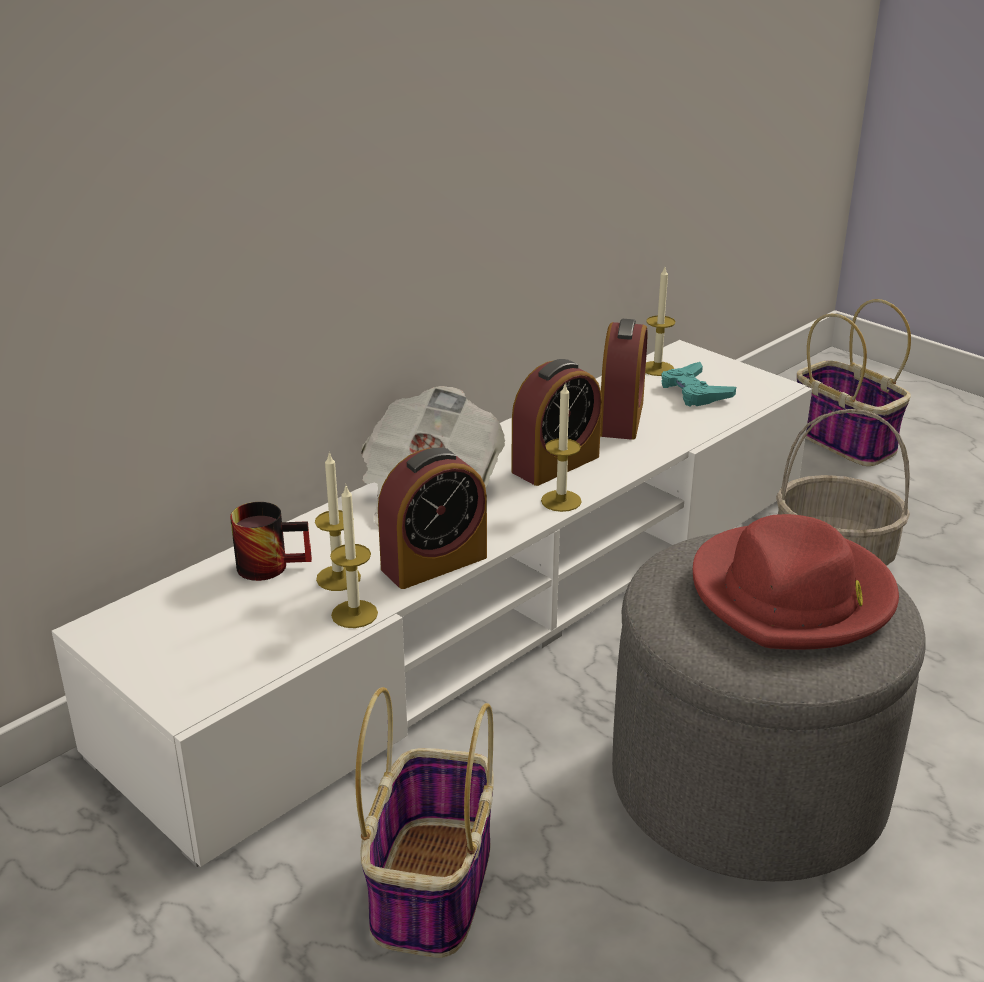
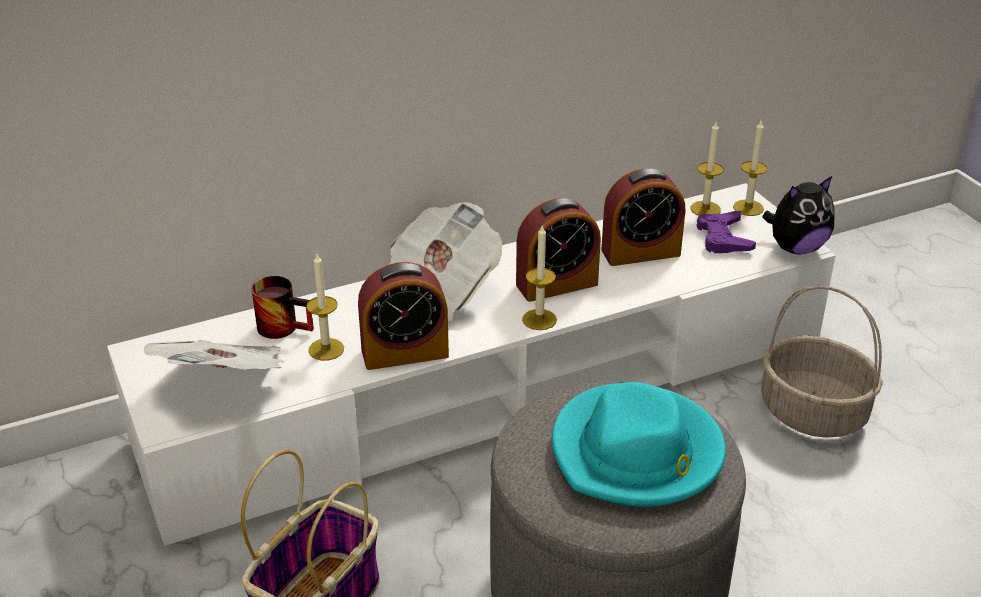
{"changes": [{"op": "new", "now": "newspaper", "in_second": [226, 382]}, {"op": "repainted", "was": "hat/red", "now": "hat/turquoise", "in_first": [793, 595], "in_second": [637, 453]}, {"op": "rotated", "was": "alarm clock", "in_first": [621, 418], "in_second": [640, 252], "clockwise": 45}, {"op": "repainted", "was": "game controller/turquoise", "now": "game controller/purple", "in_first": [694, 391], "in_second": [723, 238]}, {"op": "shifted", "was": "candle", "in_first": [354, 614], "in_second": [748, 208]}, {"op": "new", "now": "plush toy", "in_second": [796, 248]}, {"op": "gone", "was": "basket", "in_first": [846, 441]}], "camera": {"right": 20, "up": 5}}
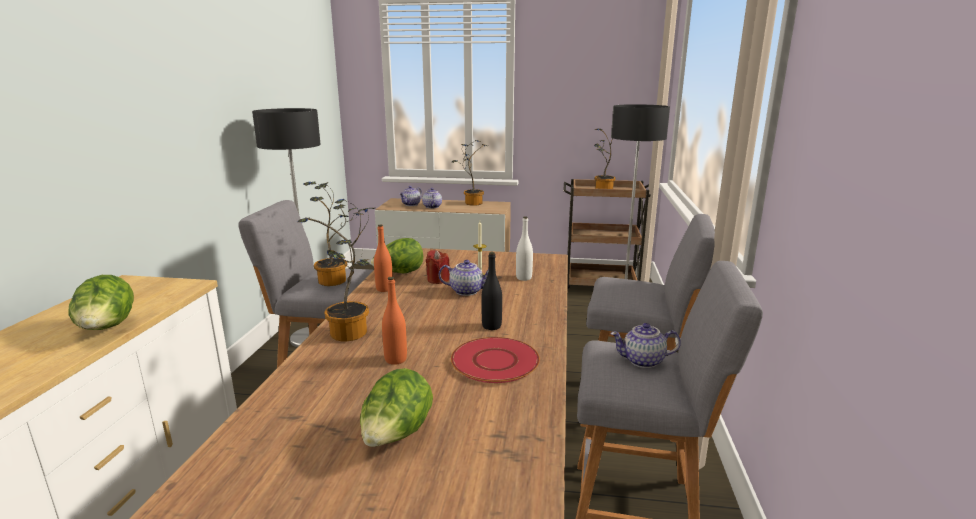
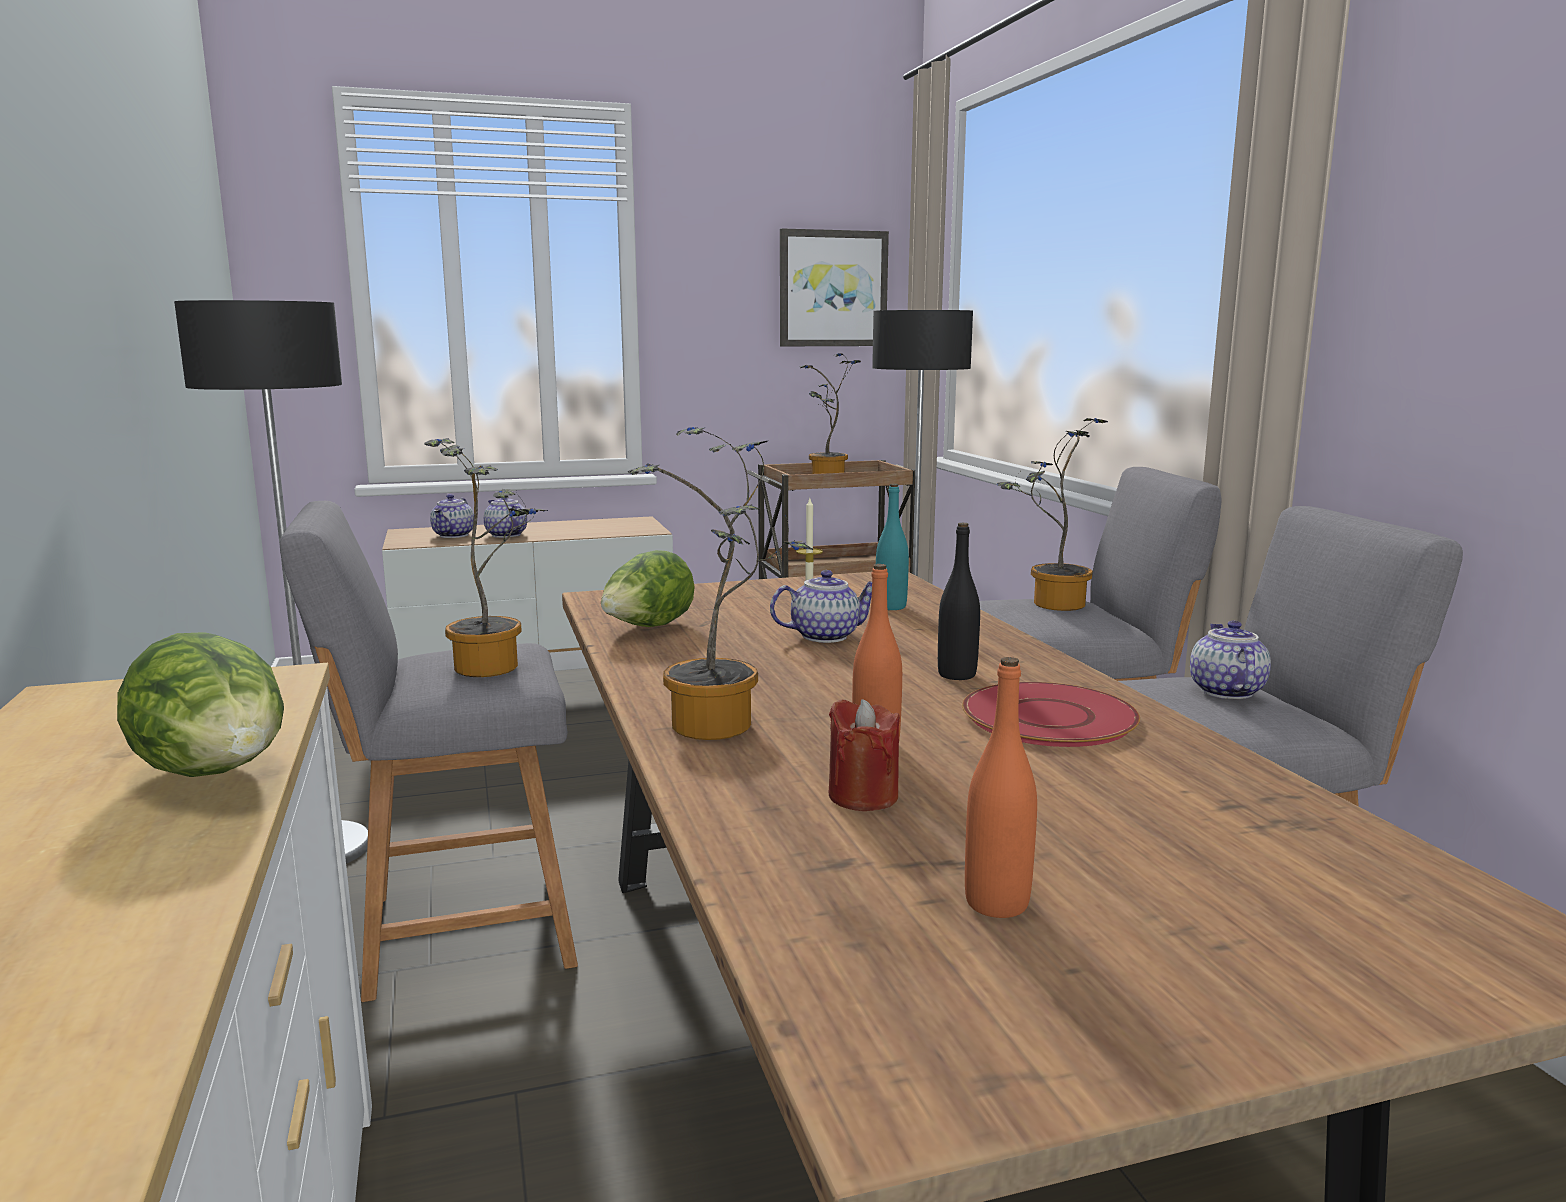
{"changes": [{"op": "new", "now": "picture", "in_second": [833, 289]}, {"op": "shifted", "was": "candle/red", "in_first": [438, 280], "in_second": [863, 796]}, {"op": "repainted", "was": "bottle/white", "now": "bottle/turquoise", "in_first": [524, 278], "in_second": [891, 607]}, {"op": "shifted", "was": "bottle/orange", "in_first": [384, 289], "in_second": [996, 903]}, {"op": "shifted", "was": "potted plant", "in_first": [471, 203], "in_second": [1050, 604]}, {"op": "rotated", "was": "teapot", "in_first": [643, 361], "in_second": [1224, 691], "clockwise": 120}, {"op": "gone", "was": "lettuce", "in_first": [397, 436]}], "camera": {"right": -25, "up": -5}}
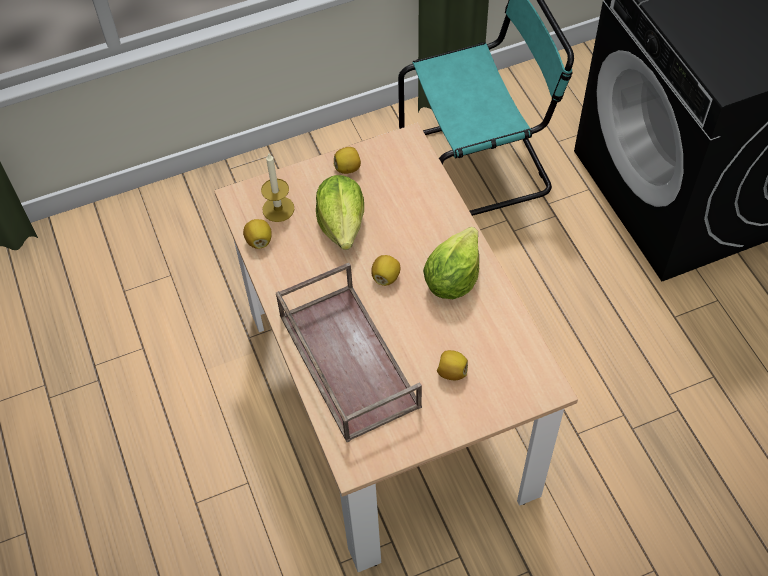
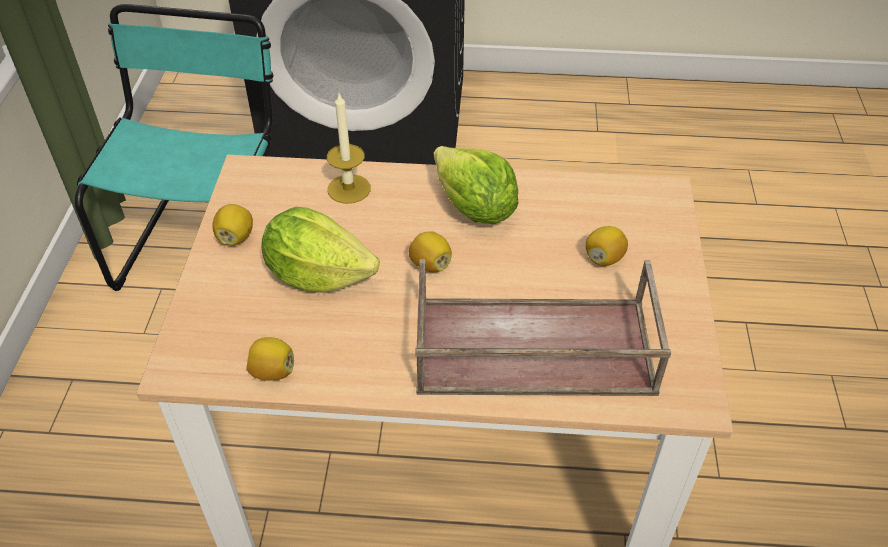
{"changes": [{"op": "shifted", "was": "candle", "in_first": [278, 209], "in_second": [349, 189]}], "camera": {"right": -65, "up": -10}}
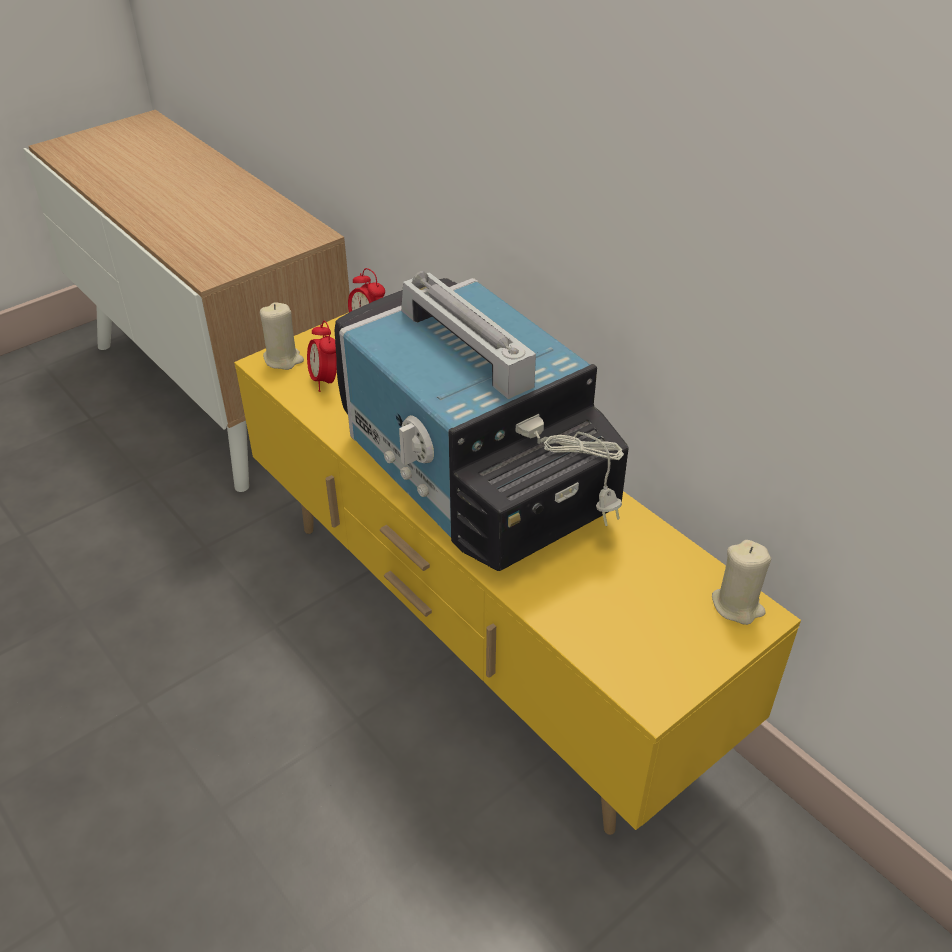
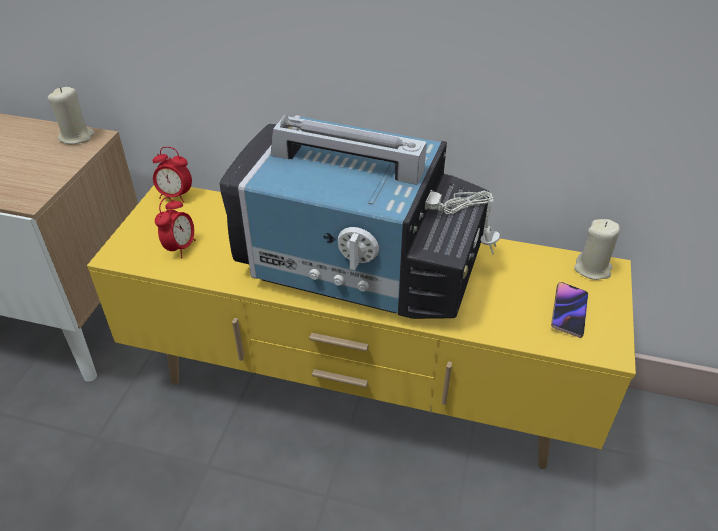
{"changes": [{"op": "shifted", "was": "candle/beige", "in_first": [283, 359], "in_second": [76, 137]}, {"op": "rotated", "was": "alarm clock", "in_first": [325, 381], "in_second": [180, 248], "clockwise": -105}, {"op": "new", "now": "phone", "in_second": [568, 312]}], "camera": {"right": -35, "up": 0}}
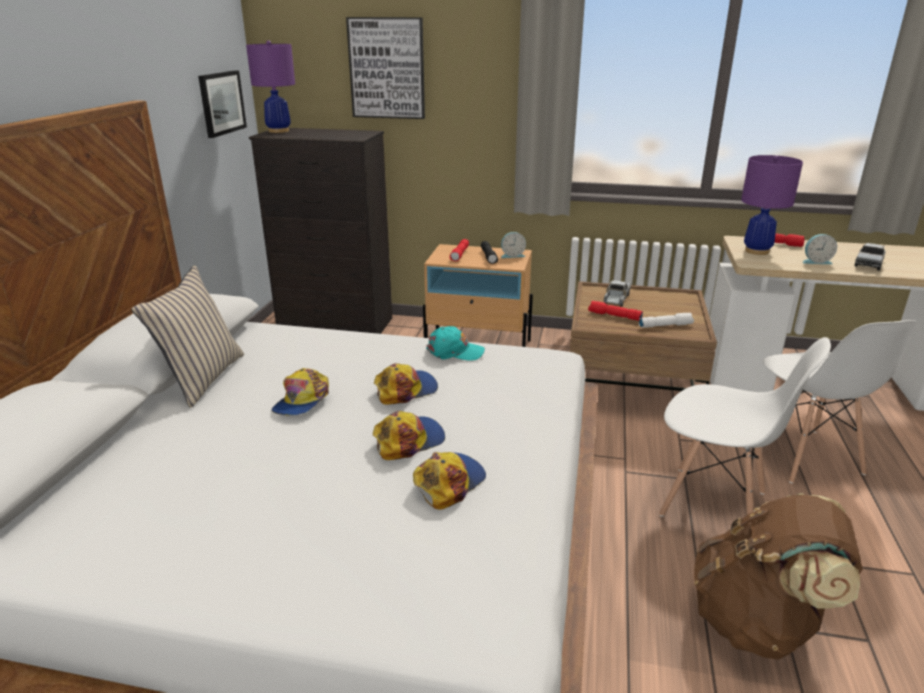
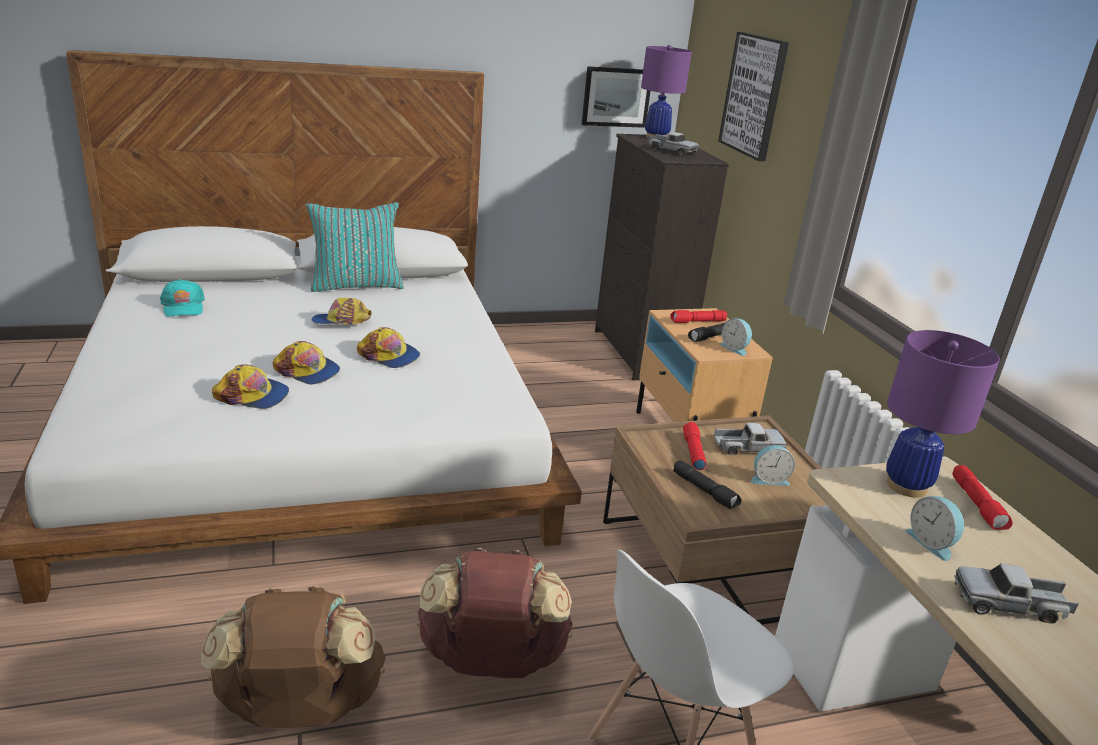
{"changes": [{"op": "shifted", "was": "cap/turquoise", "in_first": [454, 351], "in_second": [183, 307]}, {"op": "repainted", "was": "pillow/beige", "now": "pillow/turquoise", "in_first": [202, 378], "in_second": [356, 285]}, {"op": "swapped", "was": "chair/white", "now": "backpack/brown", "in_first": [714, 505], "in_second": [491, 663]}, {"op": "new", "now": "toy truck", "in_second": [671, 151]}, {"op": "repainted", "was": "flashlight/white", "now": "flashlight/black", "in_first": [665, 325], "in_second": [705, 491]}, {"op": "new", "now": "alarm clock", "in_second": [768, 479]}], "camera": {"right": 60, "up": 0}}
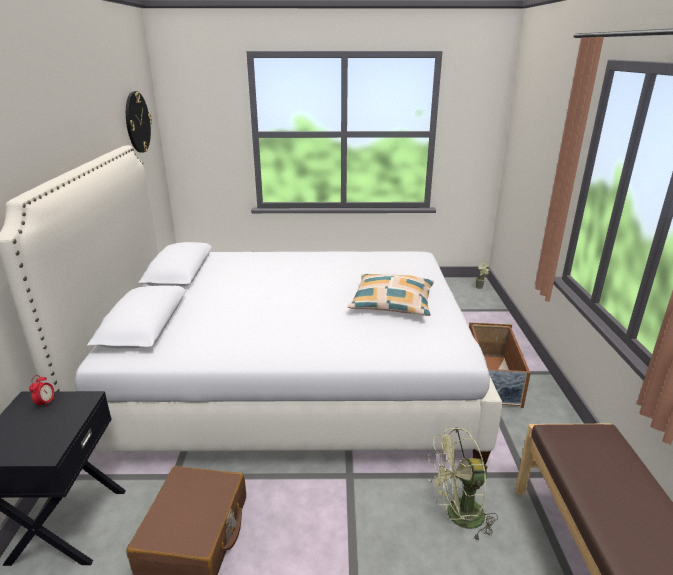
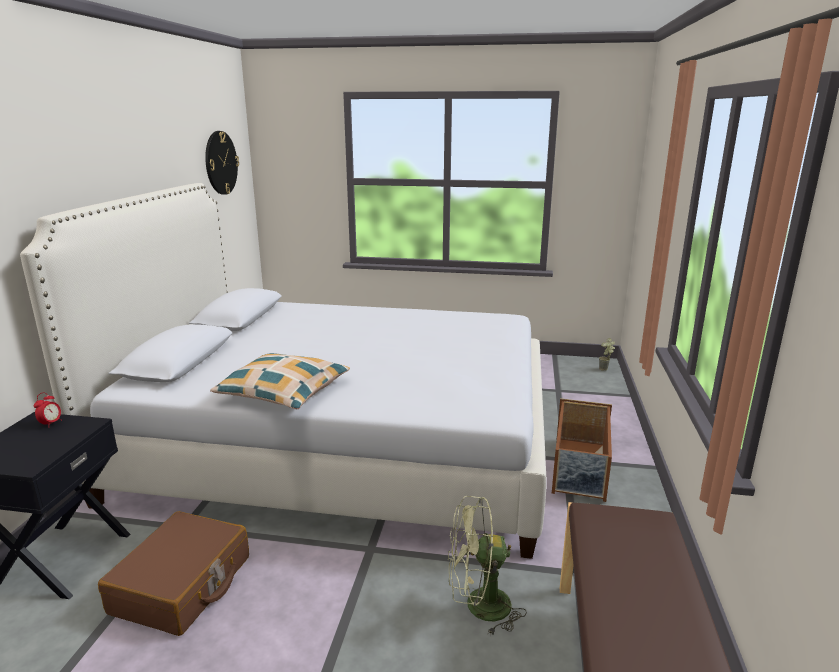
{"changes": [{"op": "shifted", "was": "pillow", "in_first": [392, 303], "in_second": [284, 391]}], "camera": {"right": 10, "up": -5}}
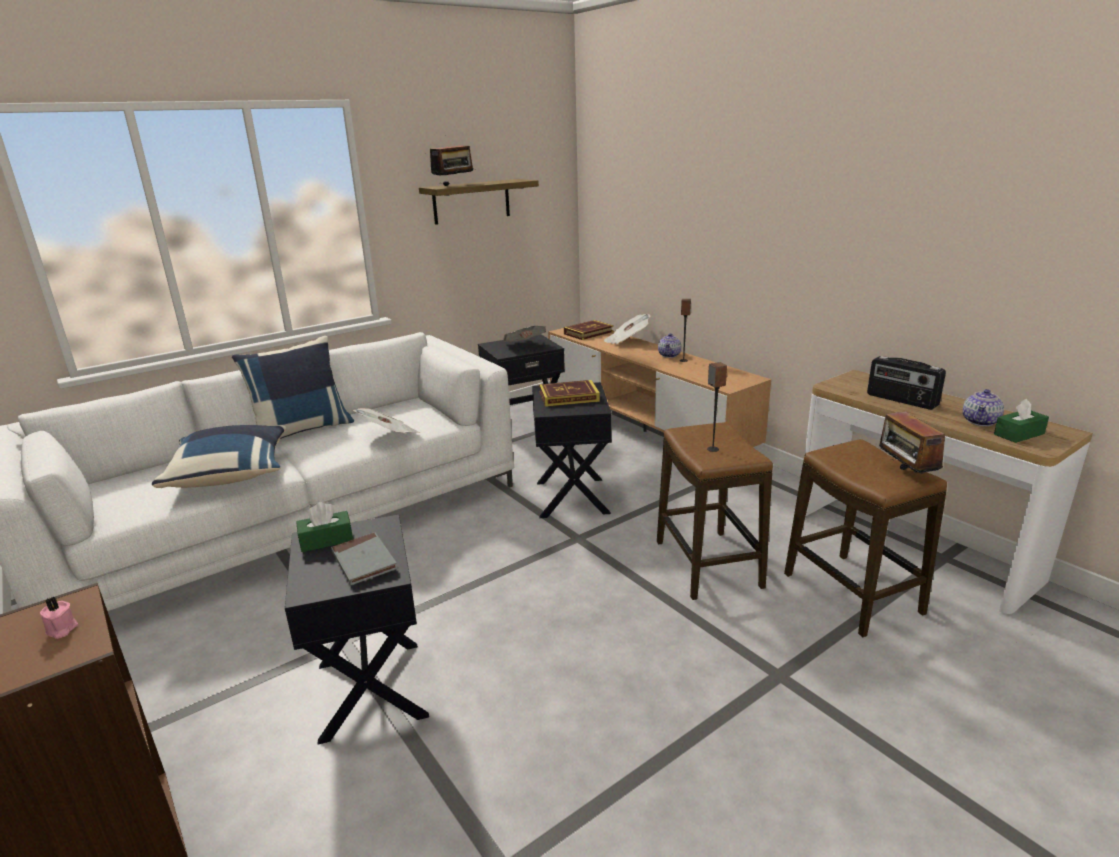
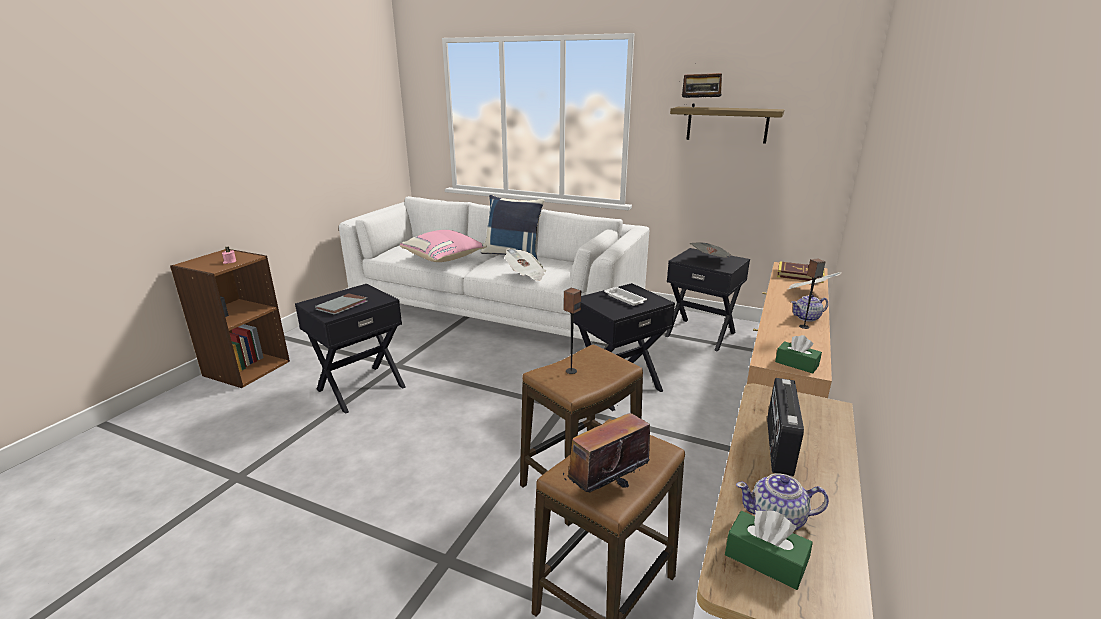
{"changes": [{"op": "repainted", "was": "pillow/blue", "now": "pillow/pink", "in_first": [231, 474], "in_second": [444, 259]}, {"op": "swapped", "was": "book", "now": "tray/white", "in_first": [569, 397], "in_second": [625, 299]}, {"op": "shifted", "was": "tissue box/green", "in_first": [326, 540], "in_second": [796, 364]}], "camera": {"right": 60, "up": 0}}
